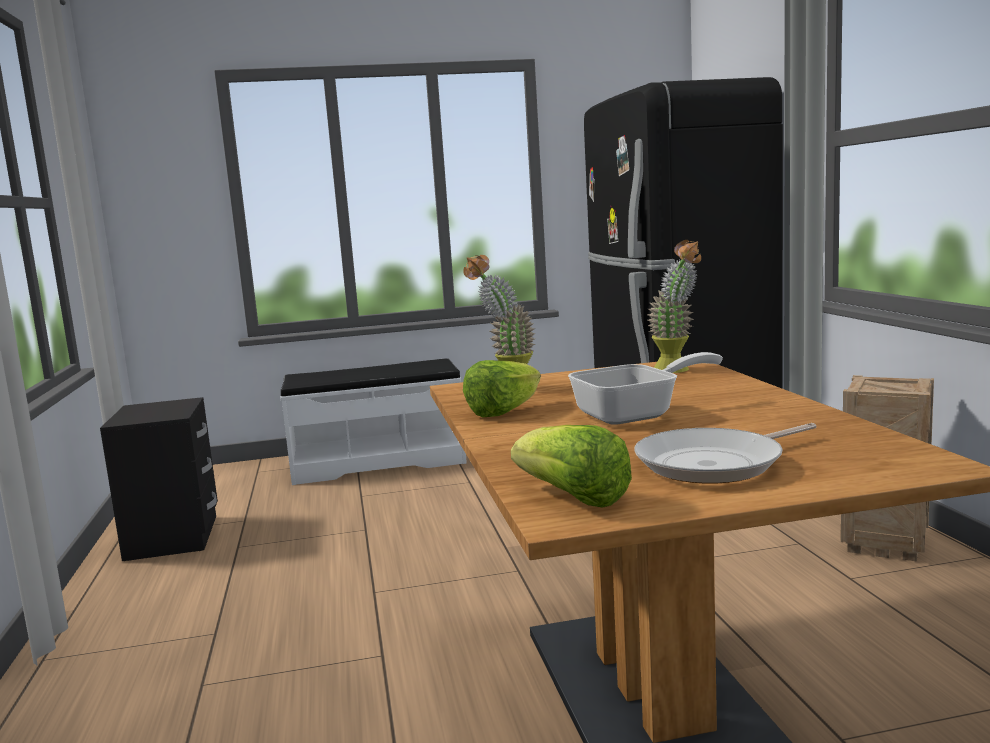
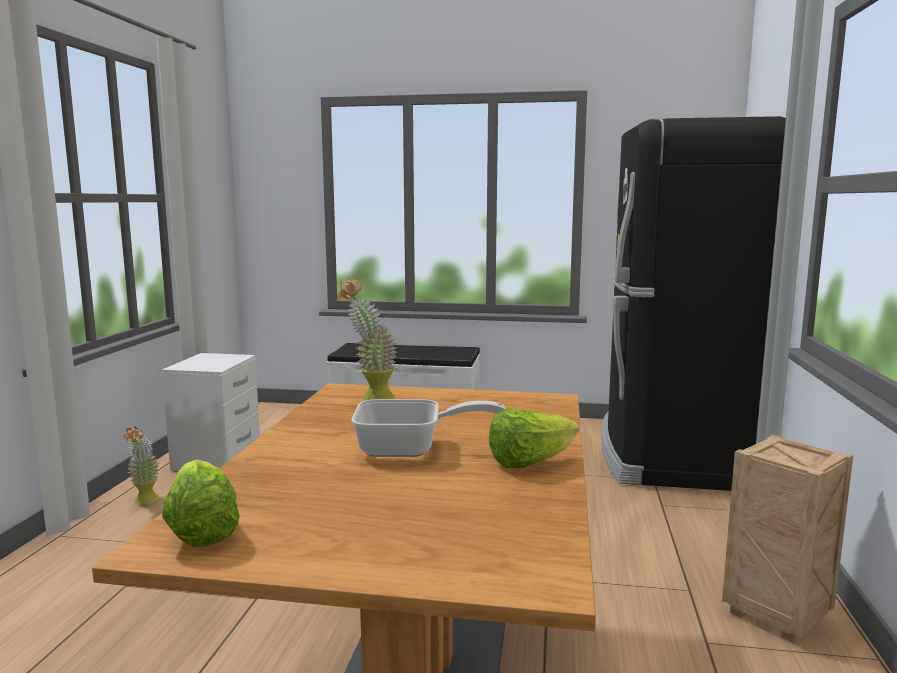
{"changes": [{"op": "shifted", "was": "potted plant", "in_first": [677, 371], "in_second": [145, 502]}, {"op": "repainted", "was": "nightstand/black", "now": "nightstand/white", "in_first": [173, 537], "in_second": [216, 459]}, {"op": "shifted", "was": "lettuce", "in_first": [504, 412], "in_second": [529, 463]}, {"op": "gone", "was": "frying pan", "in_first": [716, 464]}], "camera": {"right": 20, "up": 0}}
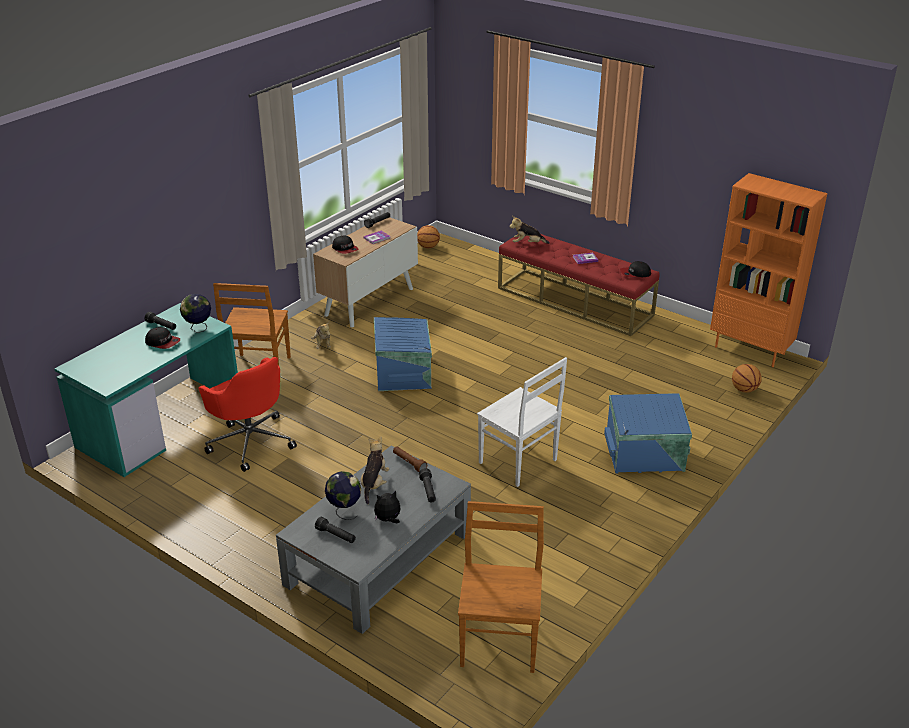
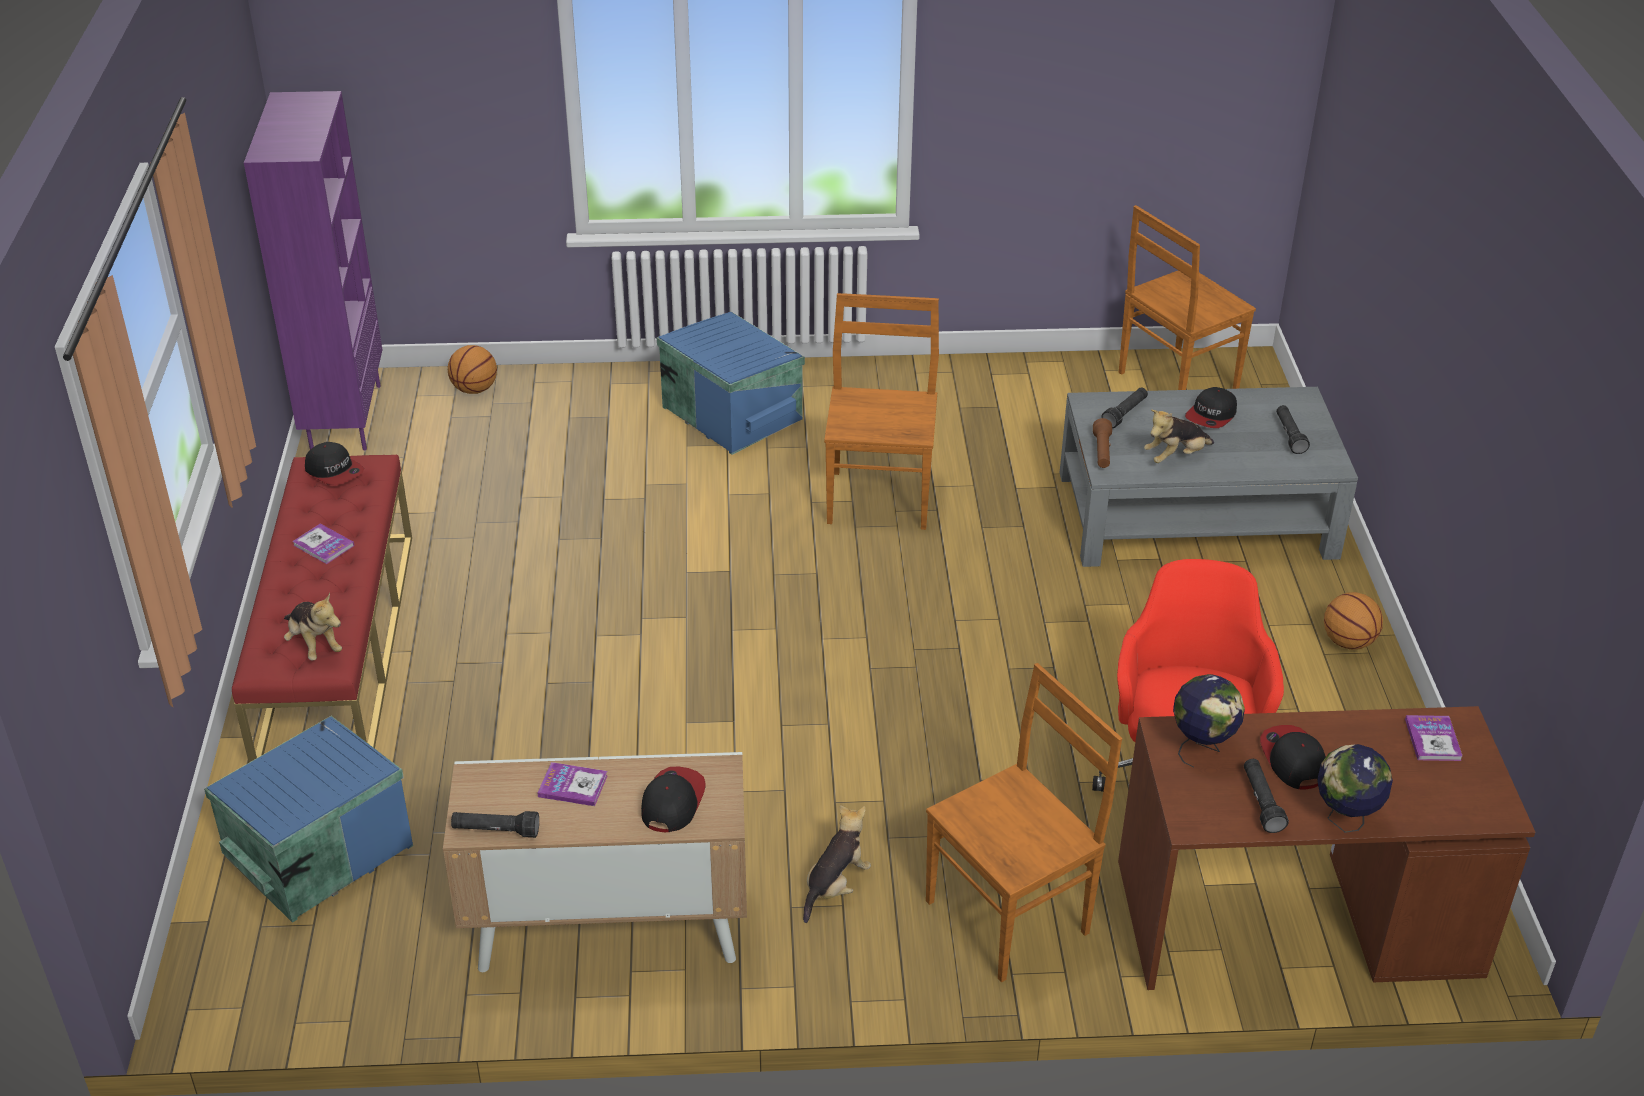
{"changes": [{"op": "shifted", "was": "storage box/blue", "in_first": [404, 371], "in_second": [316, 850]}, {"op": "repainted", "was": "bookcase/orange", "now": "bookcase/purple", "in_first": [750, 350], "in_second": [344, 417]}, {"op": "repainted", "was": "chair/white", "now": "chair/brown", "in_first": [519, 462], "in_second": [880, 497]}, {"op": "repainted", "was": "desk/turquoise", "now": "desk/brown", "in_first": [160, 423], "in_second": [1295, 920]}, {"op": "swapped", "was": "plush toy", "now": "cap", "in_first": [388, 520], "in_second": [1211, 415]}, {"op": "shifted", "was": "globe", "in_first": [344, 511], "in_second": [1345, 820]}, {"op": "shifted", "was": "basketball", "in_first": [428, 247], "in_second": [1347, 642]}, {"op": "new", "now": "book", "in_second": [1432, 740]}], "camera": {"right": -130, "up": 5}}
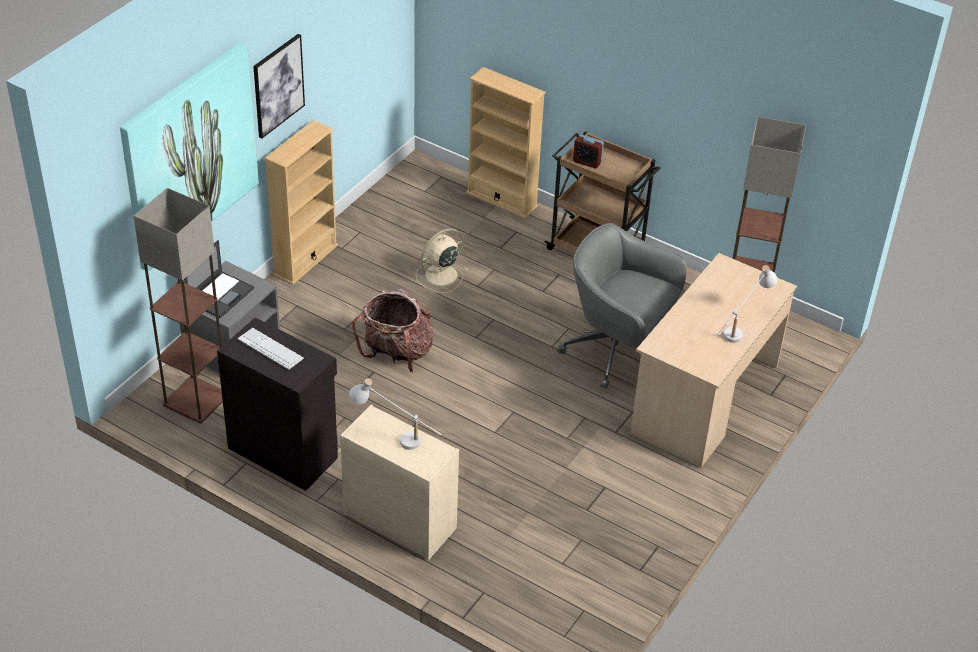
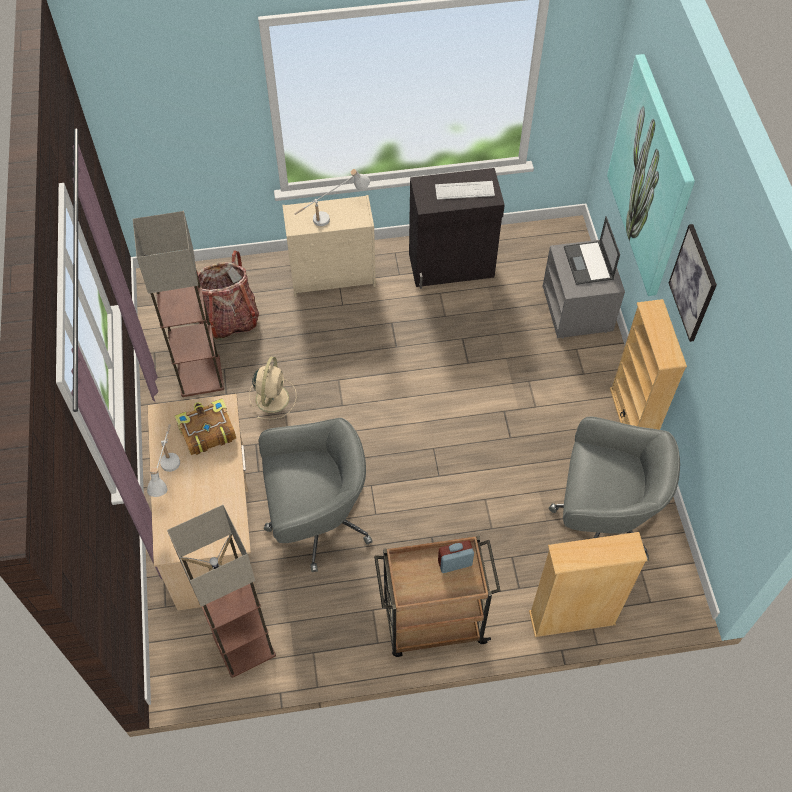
{"changes": [{"op": "shifted", "was": "floor lamp", "in_first": [195, 400], "in_second": [201, 375]}, {"op": "new", "now": "book", "in_second": [206, 431]}, {"op": "shifted", "was": "backpack", "in_first": [396, 354], "in_second": [229, 319]}, {"op": "shifted", "was": "fan/beige", "in_first": [440, 276], "in_second": [272, 397]}, {"op": "new", "now": "office chair/grey", "in_second": [601, 520]}], "camera": {"right": 140, "up": 15}}
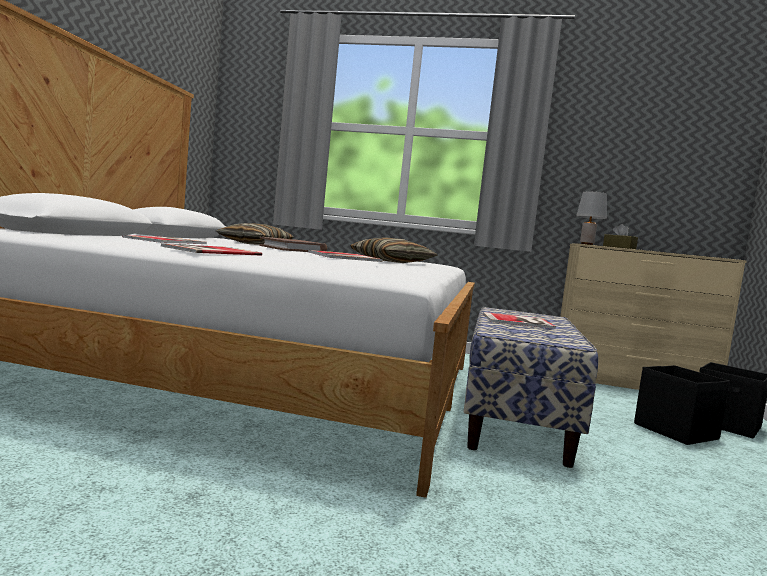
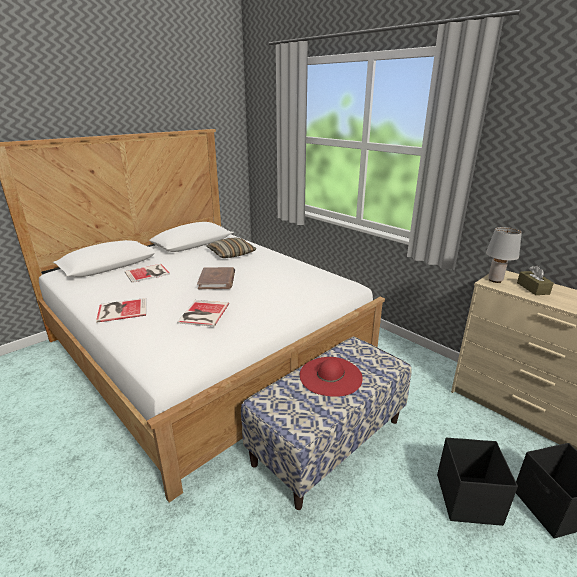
{"changes": [{"op": "swapped", "was": "book", "now": "hat/red", "in_first": [519, 321], "in_second": [330, 376]}, {"op": "gone", "was": "pillow", "in_first": [391, 261]}], "camera": {"right": 35, "up": 20}}
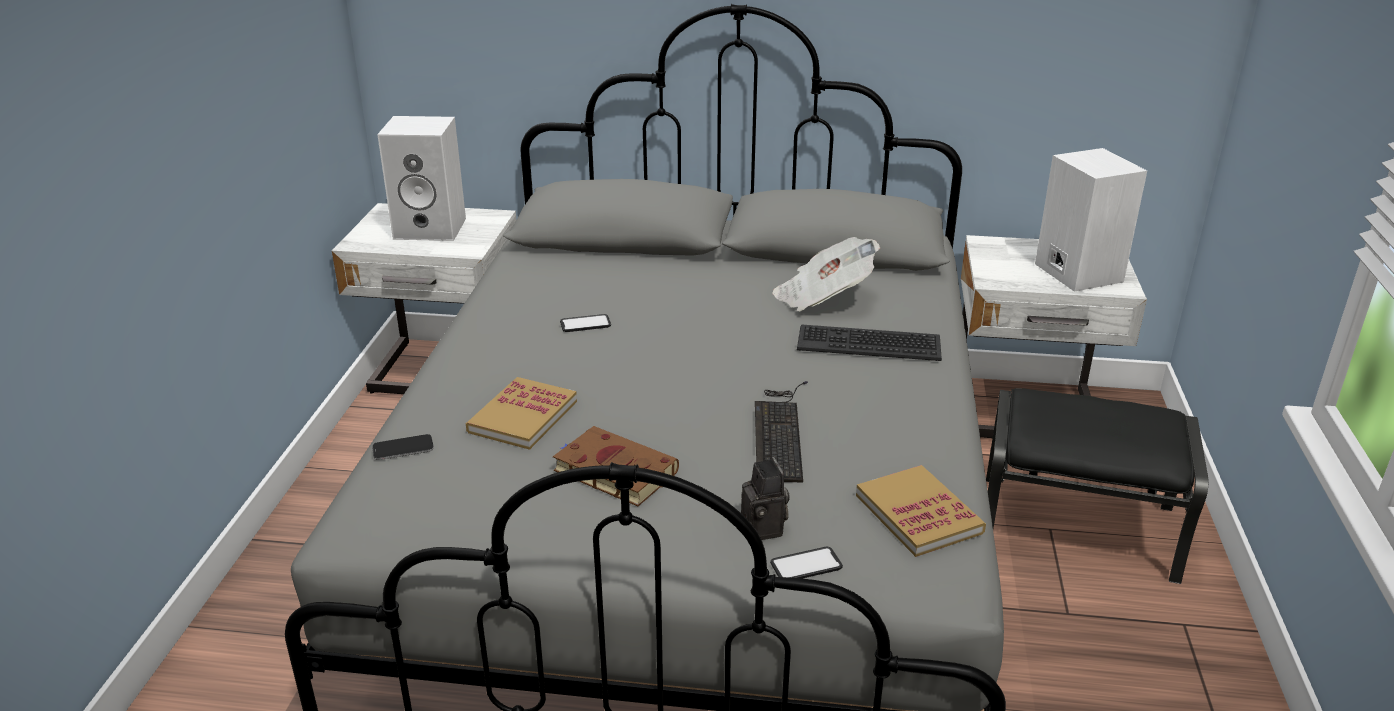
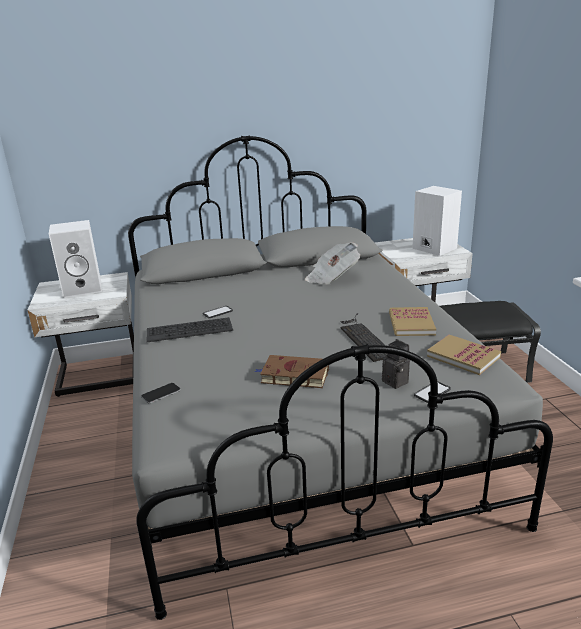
{"changes": [{"op": "shifted", "was": "keyboard", "in_first": [869, 343], "in_second": [189, 330]}, {"op": "shifted", "was": "book", "in_first": [523, 416], "in_second": [411, 324]}], "camera": {"right": -20, "up": -5}}
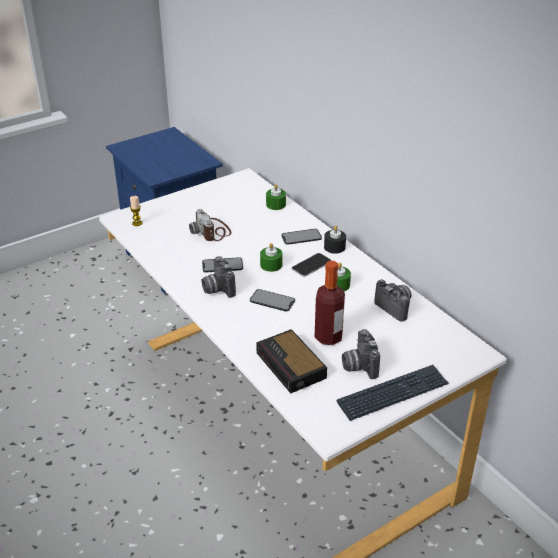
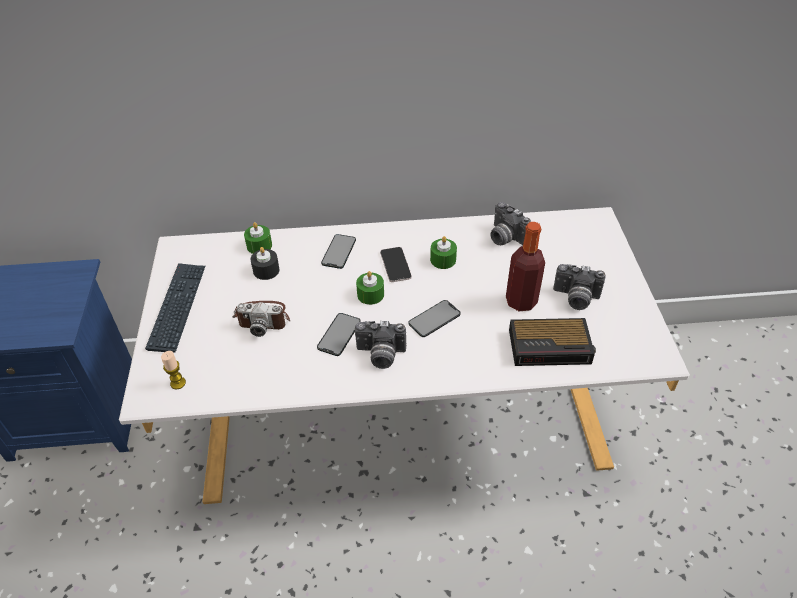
{"changes": [{"op": "shifted", "was": "keyboard", "in_first": [393, 394], "in_second": [178, 307]}, {"op": "shifted", "was": "candle/black", "in_first": [334, 247], "in_second": [266, 270]}, {"op": "rotated", "was": "photo camera", "in_first": [396, 307], "in_second": [504, 237], "clockwise": -120}], "camera": {"right": -60, "up": 10}}
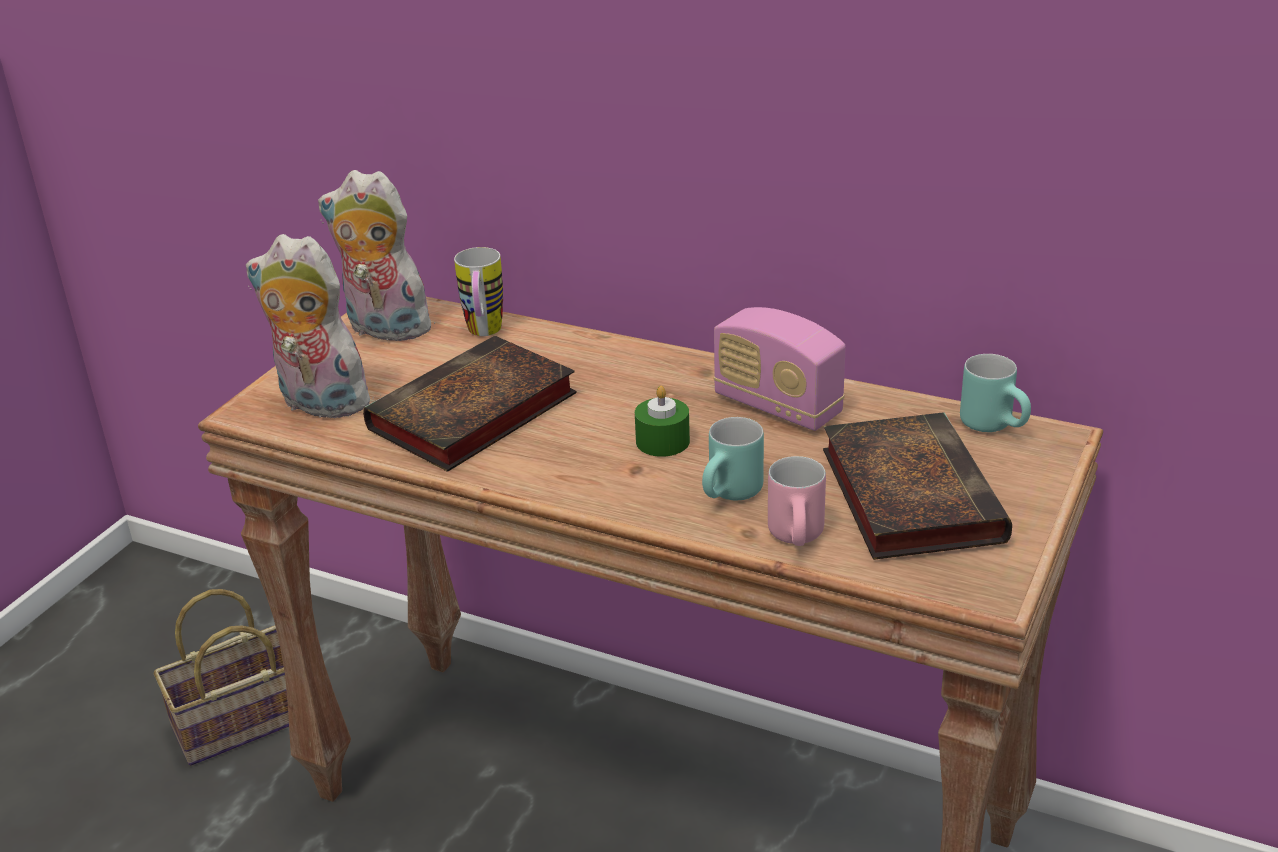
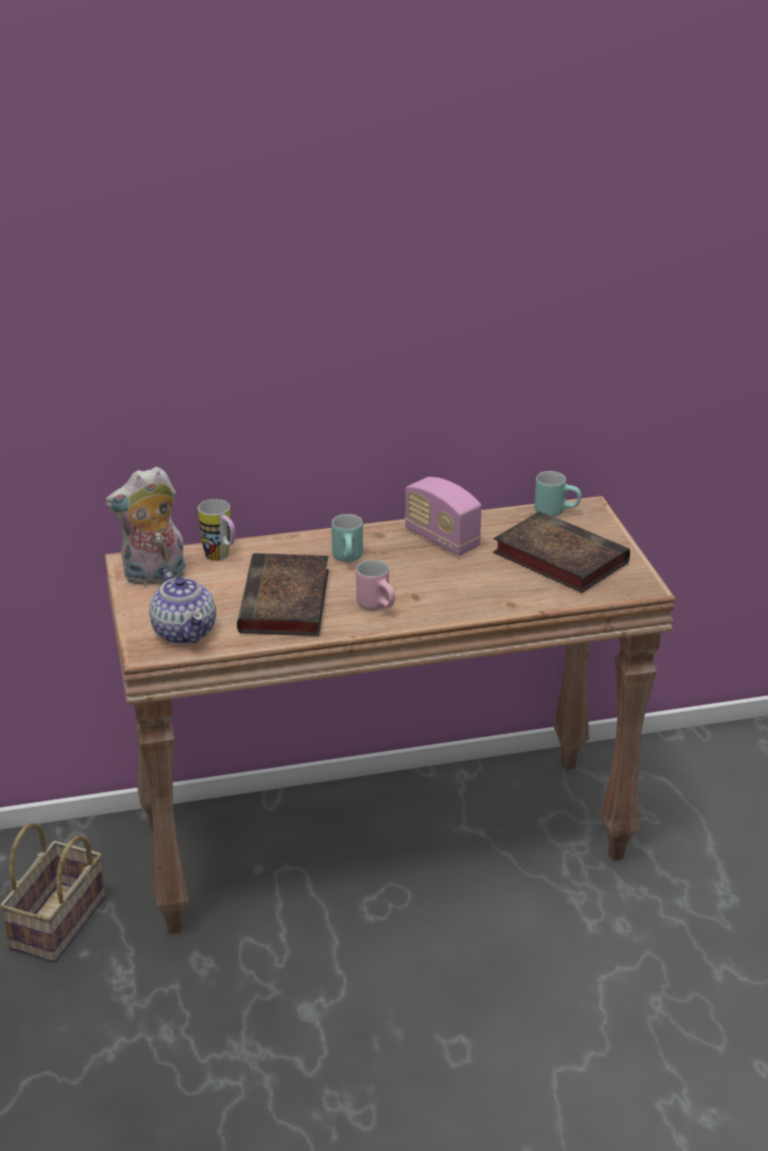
{"changes": [{"op": "swapped", "was": "plush toy", "now": "teapot", "in_first": [318, 404], "in_second": [184, 631]}, {"op": "shifted", "was": "mug/turquoise", "in_first": [732, 496], "in_second": [350, 559]}, {"op": "shifted", "was": "mug/pink", "in_first": [800, 539], "in_second": [379, 606]}, {"op": "rotated", "was": "radio", "in_first": [777, 406], "in_second": [441, 539], "clockwise": 45}, {"op": "gone", "was": "candle/green", "in_first": [662, 441]}], "camera": {"right": -40, "up": 0}}
